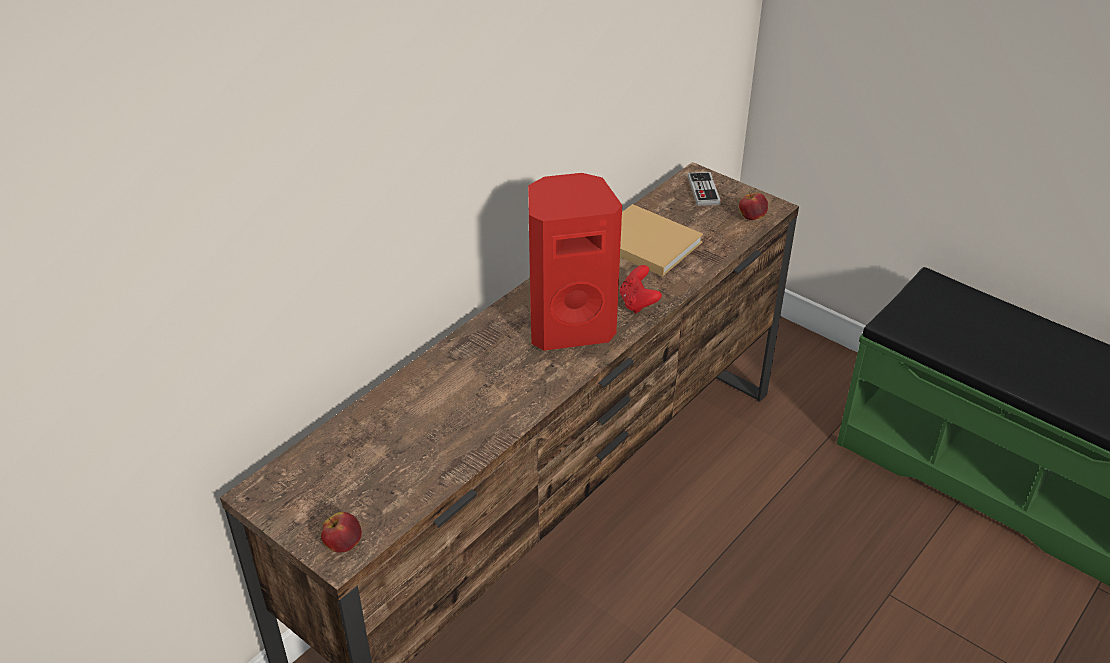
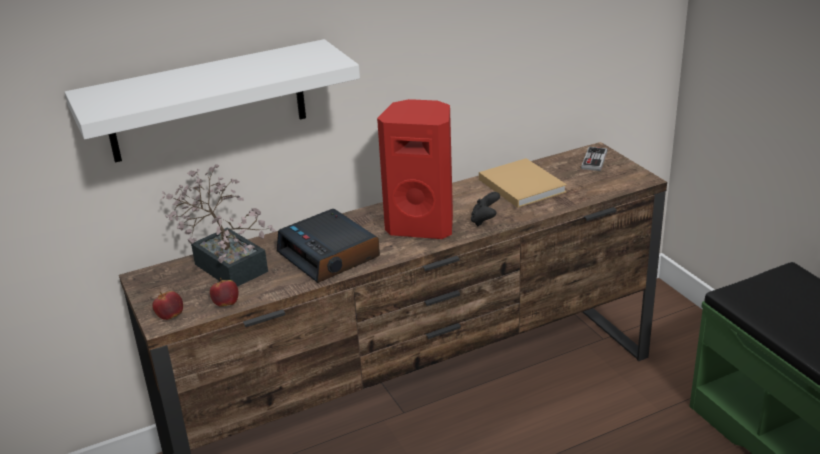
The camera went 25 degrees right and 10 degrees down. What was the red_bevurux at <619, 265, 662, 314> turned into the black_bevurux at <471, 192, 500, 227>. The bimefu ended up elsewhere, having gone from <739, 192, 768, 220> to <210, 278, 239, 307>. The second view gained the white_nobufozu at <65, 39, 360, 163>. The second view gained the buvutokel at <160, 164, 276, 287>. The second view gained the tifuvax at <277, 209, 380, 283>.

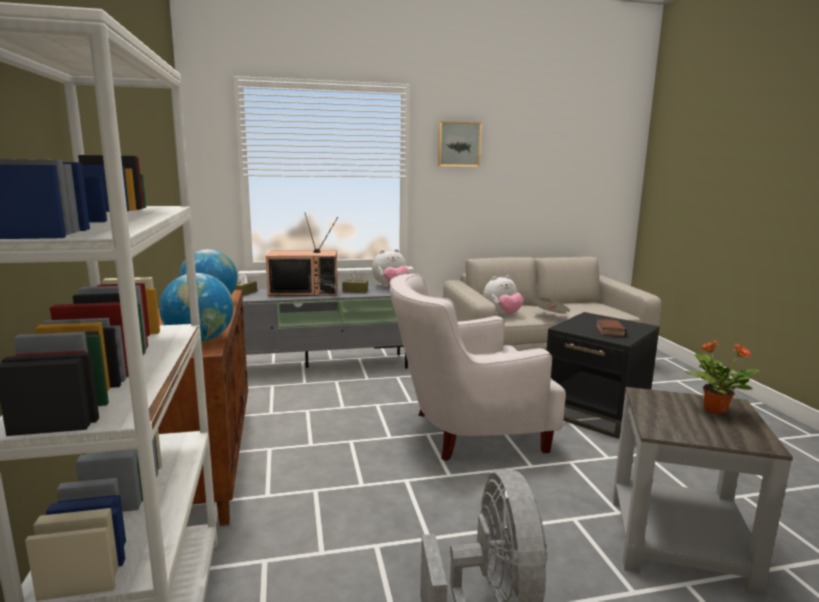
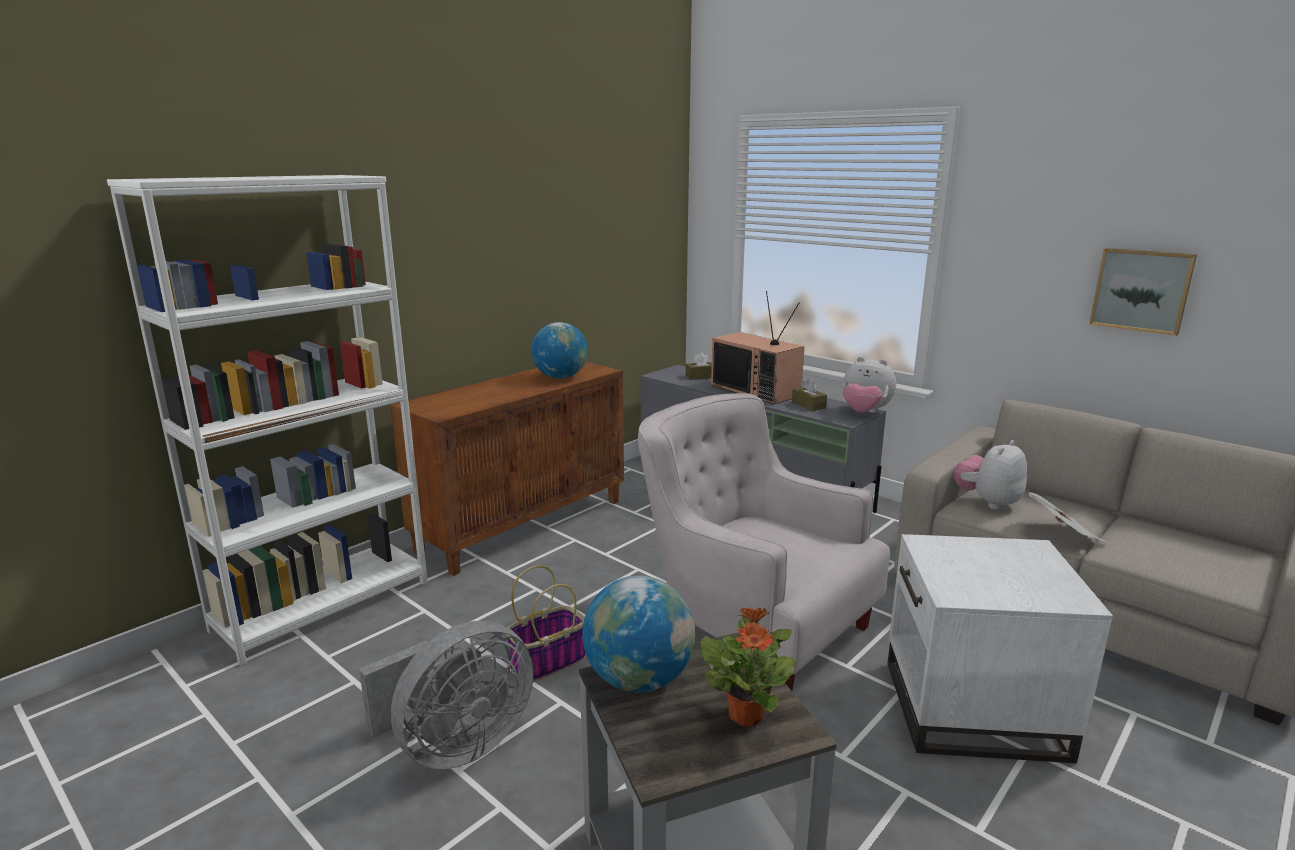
The camera went 55 degrees right and 5 degrees up. The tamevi ended up elsewhere, having gone from <159, 273, 234, 342> to <582, 576, 695, 692>. The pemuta ended up elsewhere, having gone from <438, 121, 482, 167> to <1089, 248, 1197, 336>. The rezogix at <483, 275, 524, 315> ended up facing another way, 105 degrees clockwise from before. What was the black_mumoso at <547, 312, 660, 438> turned into the white_mumoso at <888, 534, 1113, 763>. The second view lost the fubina at <595, 319, 627, 337>. The second view gained the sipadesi at <506, 565, 586, 682>.

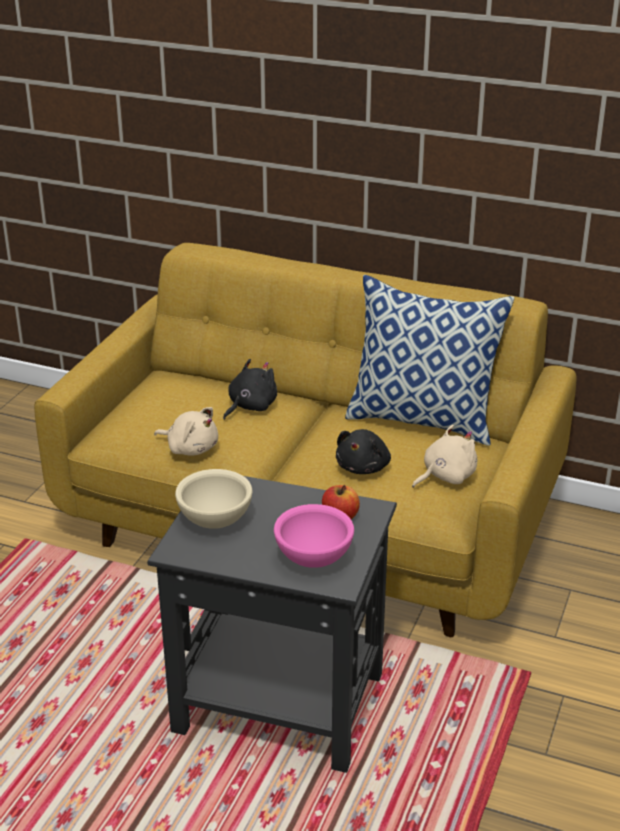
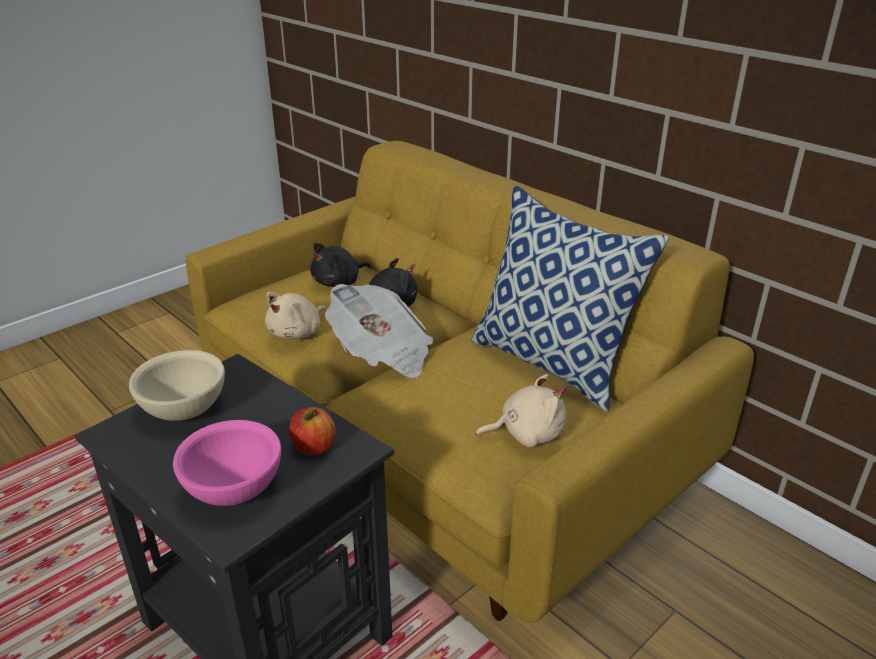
The camera went 25 degrees right and 0 degrees up. The beige_rezogix at <154, 407, 218, 456> ended up facing another way, 75 degrees clockwise from before. The black_rezogix ended up elsewhere, having gone from <336, 429, 391, 474> to <310, 243, 371, 287>. The second view gained the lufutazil at <325, 284, 434, 378>.

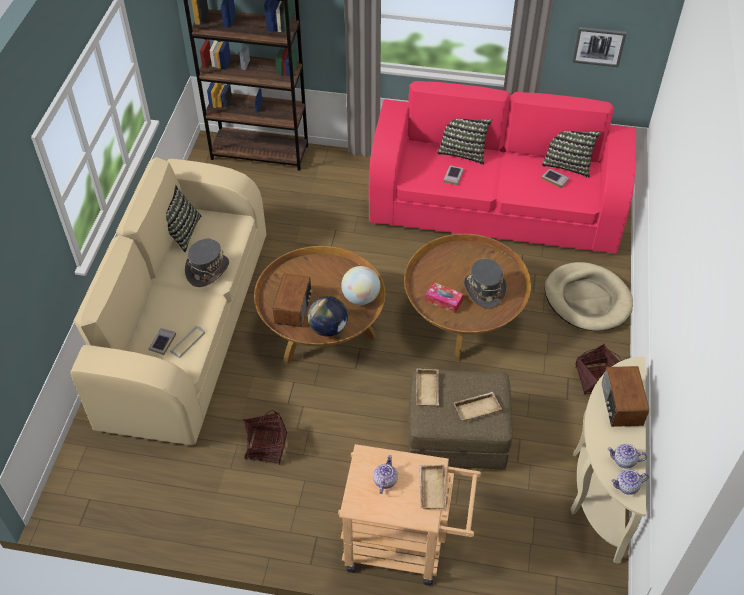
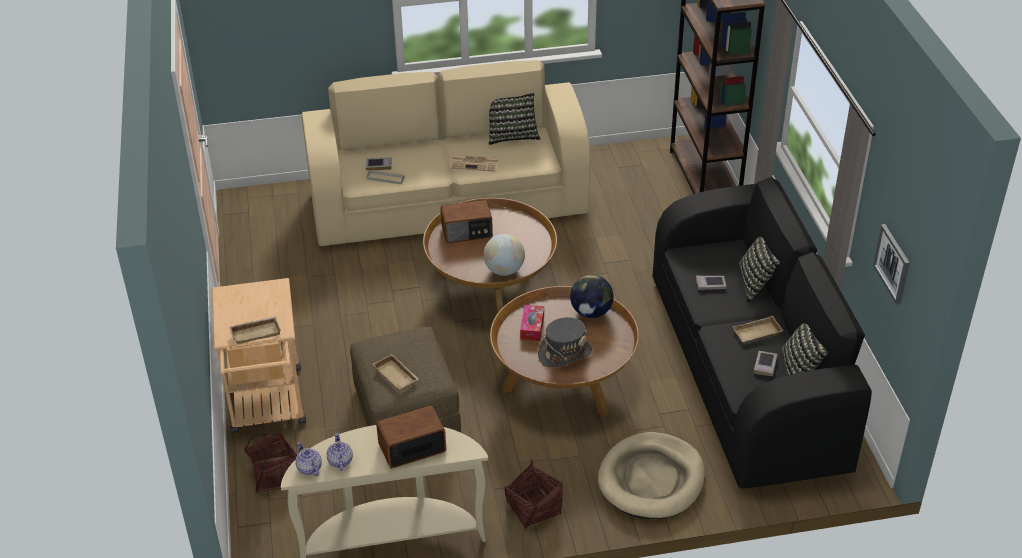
The camera went 70 degrees right and 10 degrees down. Where the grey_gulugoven stood at <185, 239, 229, 287>, the lufutazil came to stand at <450, 155, 500, 172>. The sipadesi ended up elsewhere, having gone from <243, 410, 287, 465> to <244, 431, 297, 493>. The tamevi ended up elsewhere, having gone from <308, 296, 348, 337> to <570, 275, 614, 318>. What was the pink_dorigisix at <369, 81, 636, 253> turned into the black_dorigisix at <652, 177, 872, 488>. The second view lost the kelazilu at <373, 455, 398, 494>. The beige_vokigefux ended up elsewhere, having gone from <416, 368, 439, 406> to <732, 316, 783, 342>.

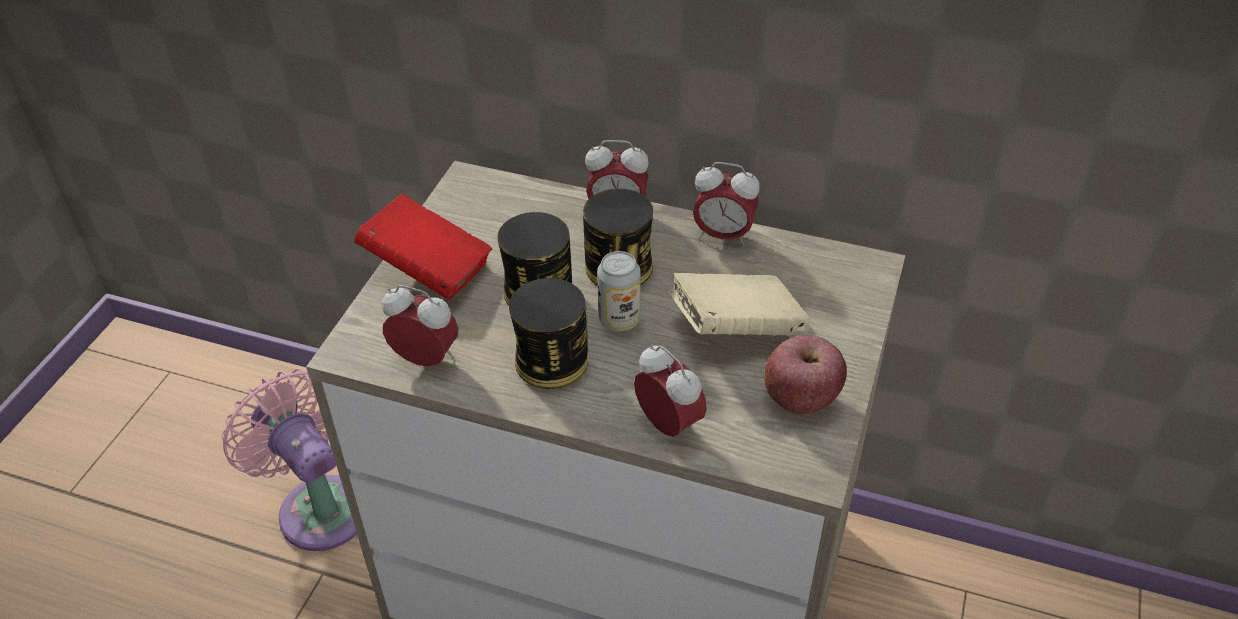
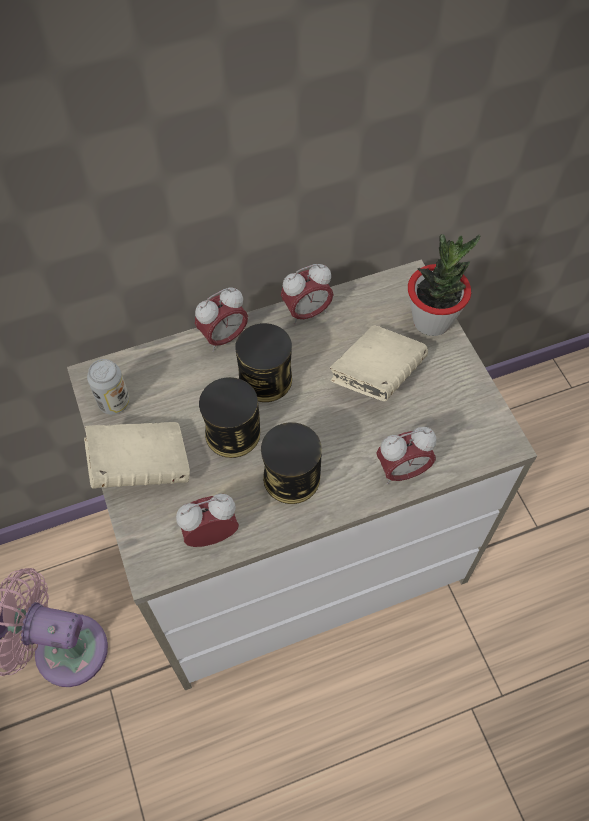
The camera went 40 degrees left and 15 degrees up. What was the red_fubina at <354, 194, 492, 300> turned into the beige_fubina at <84, 422, 190, 488>. The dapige ended up elsewhere, having gone from <597, 251, 641, 331> to <87, 359, 130, 415>. The tifuvax at <634, 344, 707, 437> ended up facing another way, 150 degrees clockwise from before. The second view lost the bimefu at <764, 335, 847, 414>. The second view gained the buvutokel at <408, 234, 481, 336>.

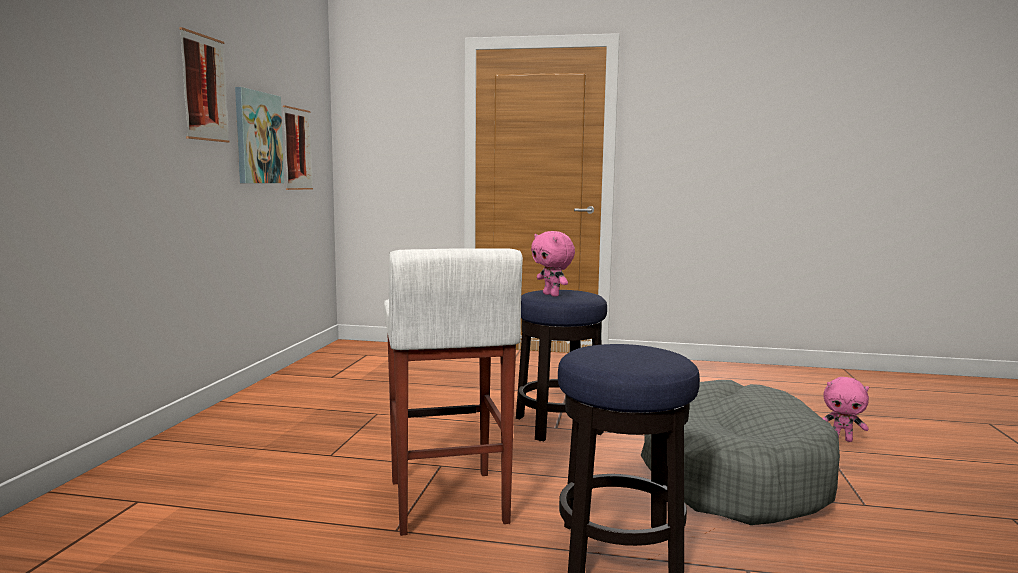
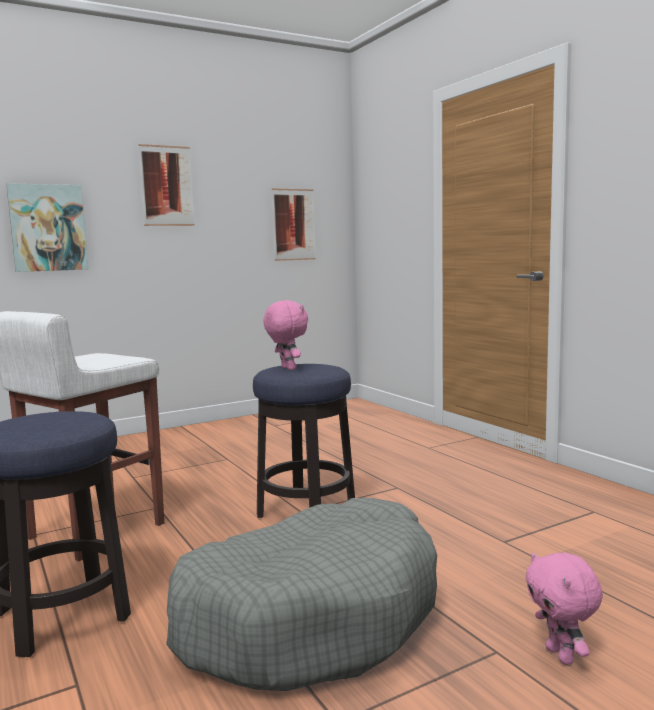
The camera went 50 degrees right and 0 degrees up. The pemuta ended up elsewhere, having gone from <235, 87, 284, 183> to <6, 183, 89, 272>. The pink_rezogix at <531, 231, 575, 297> ended up facing another way, 135 degrees clockwise from before.

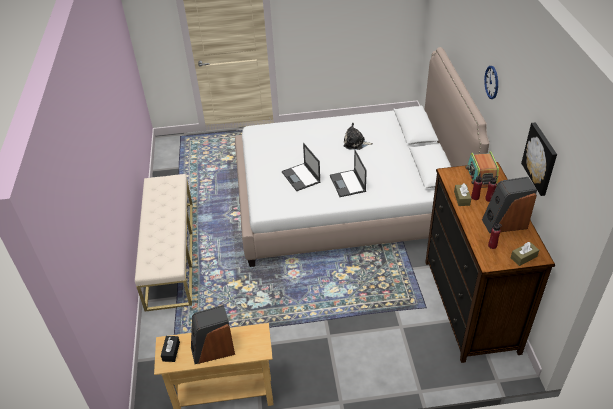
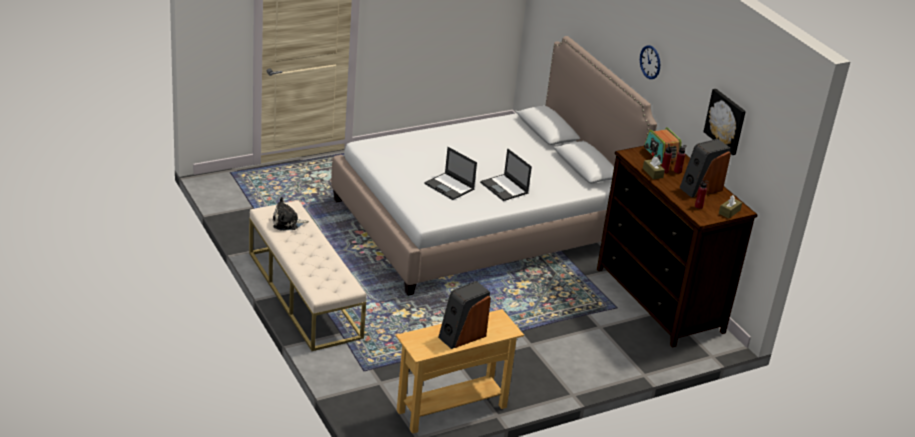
The camera went 25 degrees left and 10 degrees down. The second view lost the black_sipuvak at <161, 336, 180, 362>. The rezogix ended up elsewhere, having gone from <344, 123, 373, 150> to <273, 197, 309, 231>.

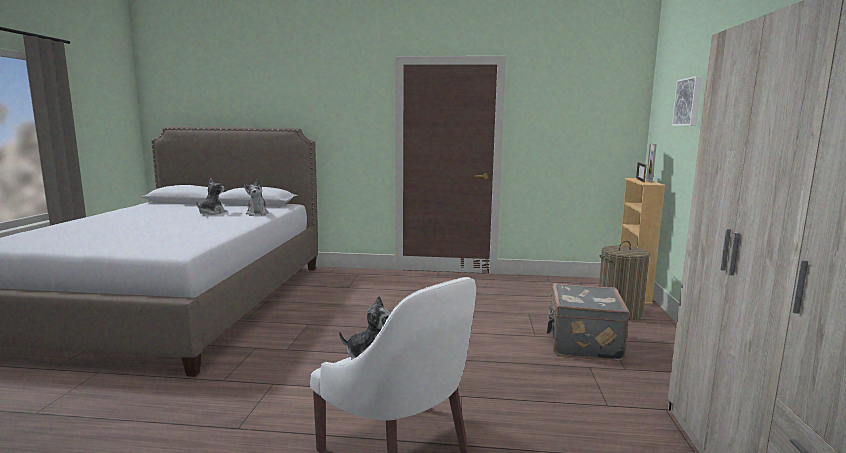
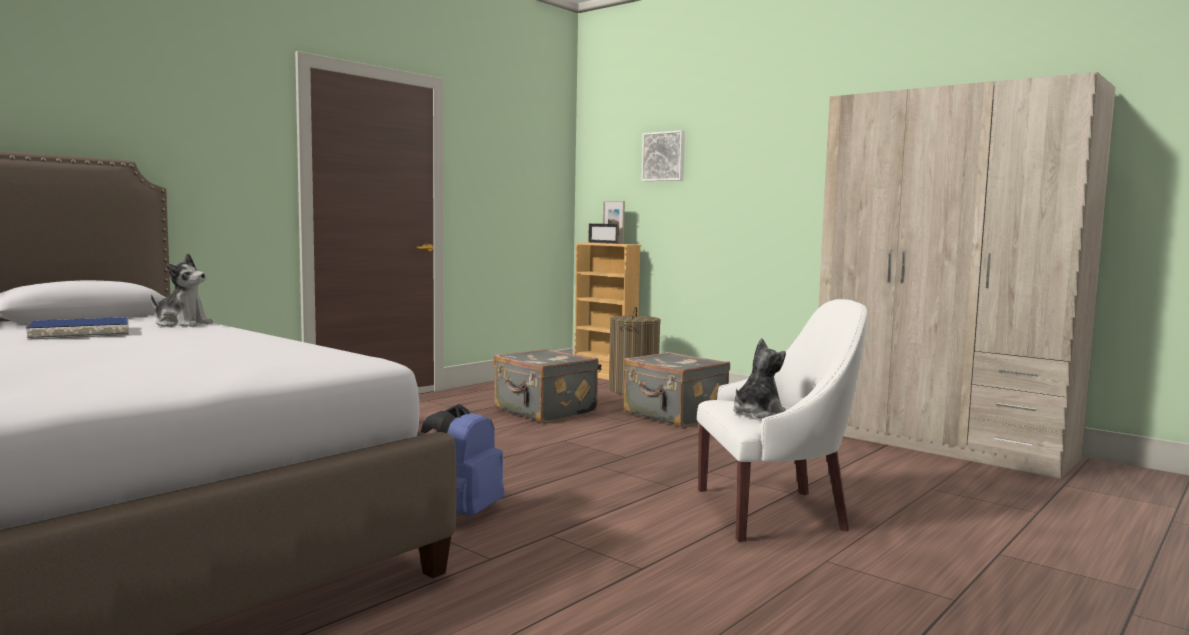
The camera went 55 degrees left and 5 degrees down. Where the rezogix stood at <196, 178, 227, 215>, the blue_fubina came to stand at <26, 317, 129, 340>. The second view gained the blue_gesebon at <421, 404, 505, 516>. The second view gained the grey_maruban at <493, 349, 598, 423>.

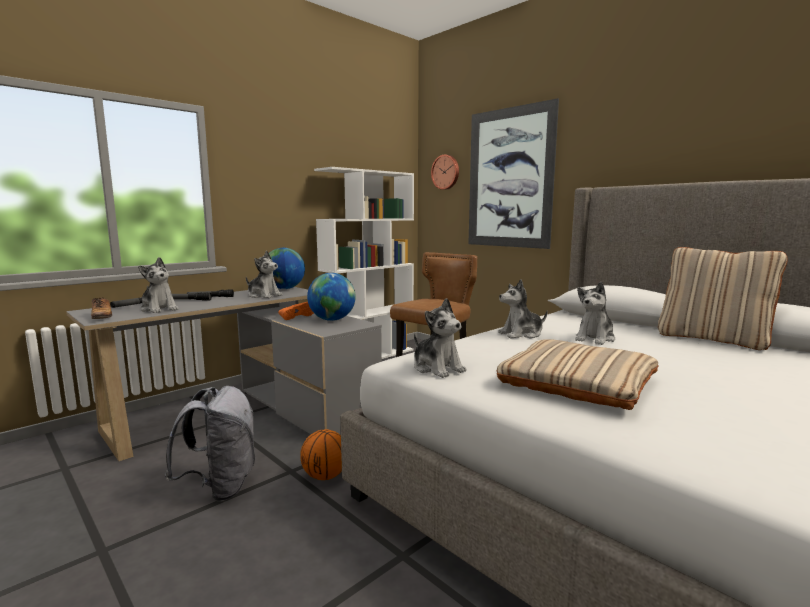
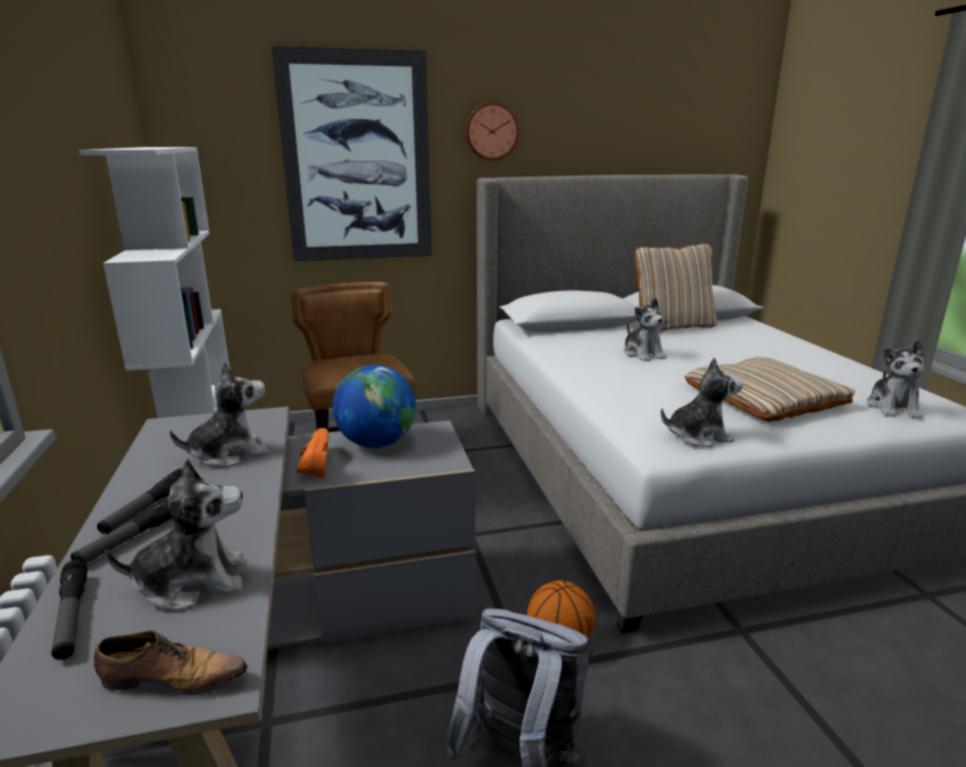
The camera went 60 degrees left and 10 degrees up. The second view lost the tamevi at <269, 248, 305, 289>. The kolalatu ended up elsewhere, having gone from <431, 155, 459, 190> to <465, 102, 519, 160>. The rezogix ended up elsewhere, having gone from <498, 279, 548, 339> to <867, 340, 924, 419>.

